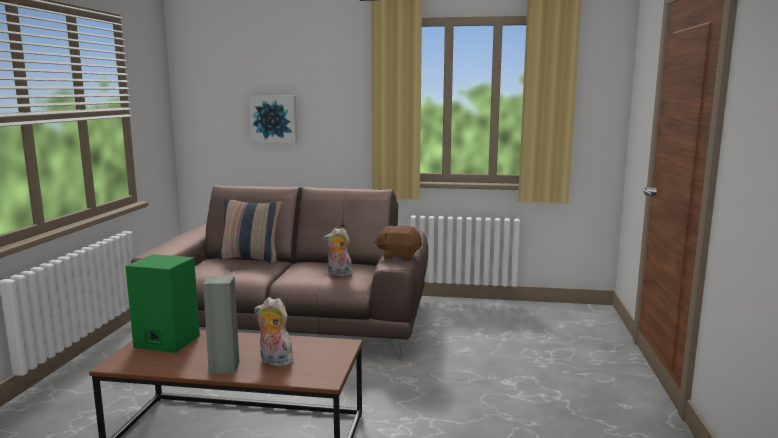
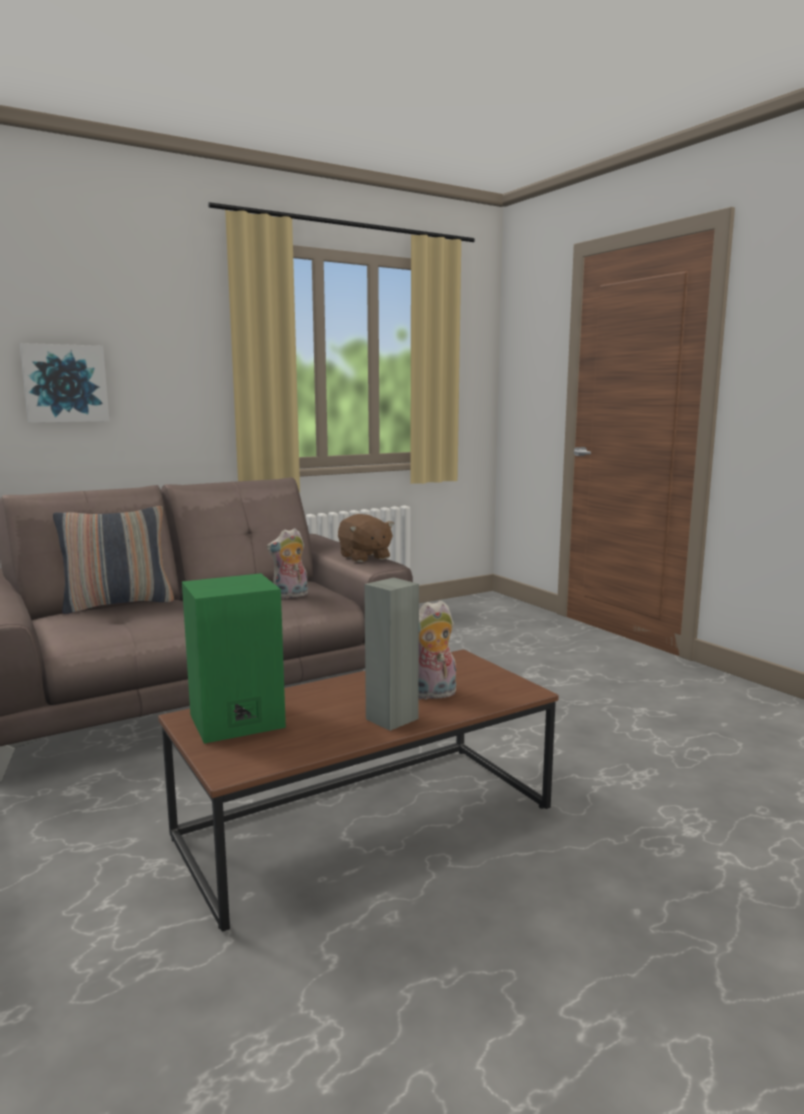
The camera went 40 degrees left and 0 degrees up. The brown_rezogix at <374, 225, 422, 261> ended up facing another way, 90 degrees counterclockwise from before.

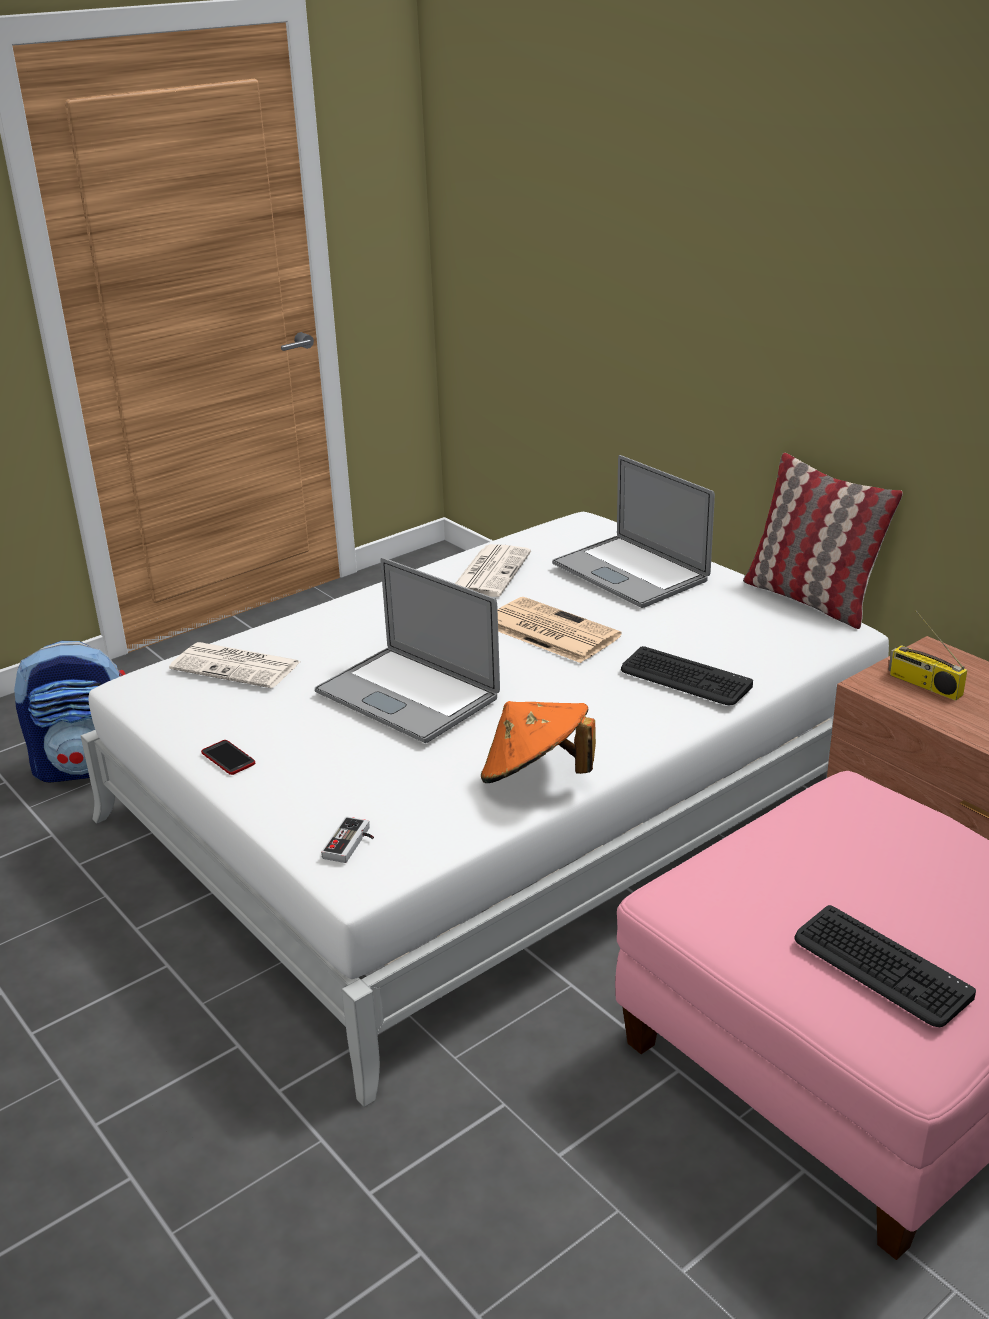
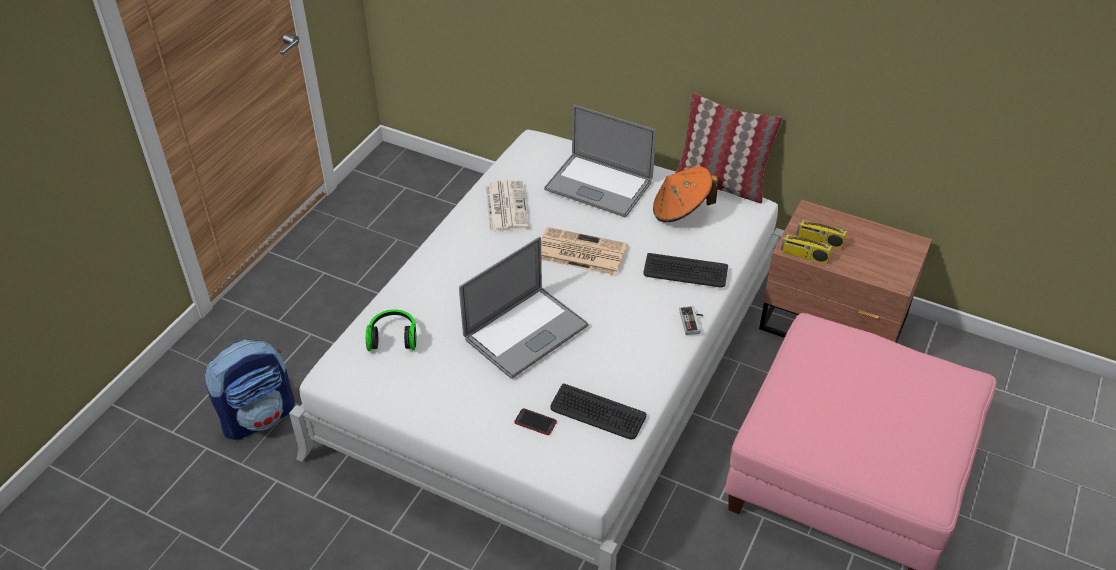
The camera went 25 degrees left and 15 degrees up. Where the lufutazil stood at <169, 642, 300, 688>, the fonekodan came to stand at <366, 309, 417, 351>. The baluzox ended up elsewhere, having gone from <201, 740, 256, 775> to <514, 408, 557, 435>. The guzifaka at <315, 557, 500, 743> ended up facing another way, 60 degrees counterclockwise from before. The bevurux ended up elsewhere, having gone from <321, 816, 374, 863> to <679, 306, 703, 335>. The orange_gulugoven ended up elsewhere, having gone from <481, 701, 596, 783> to <653, 167, 718, 222>. The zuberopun ended up elsewhere, having gone from <794, 905, 976, 1027> to <550, 384, 646, 439>. The second view gained the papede at <781, 215, 832, 264>.

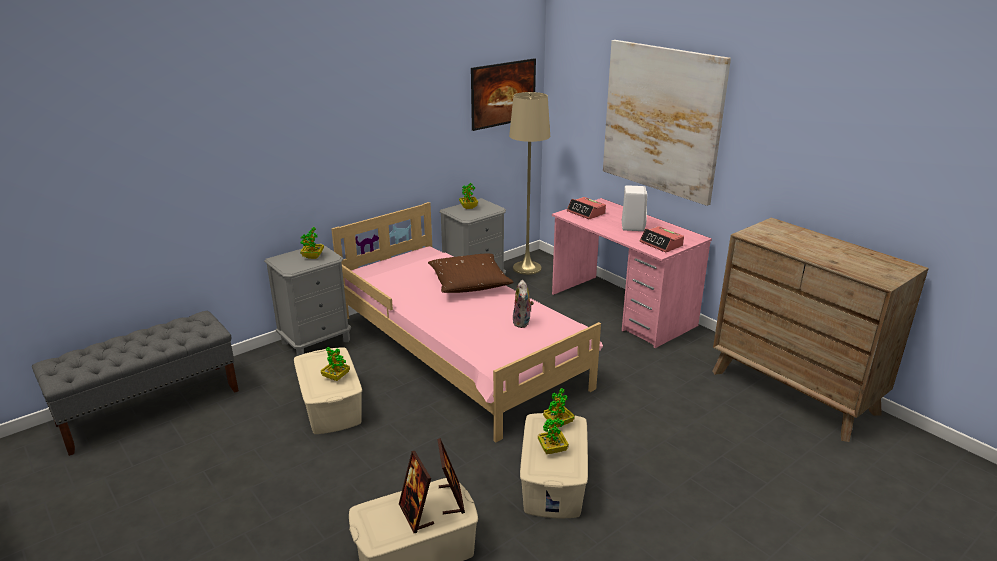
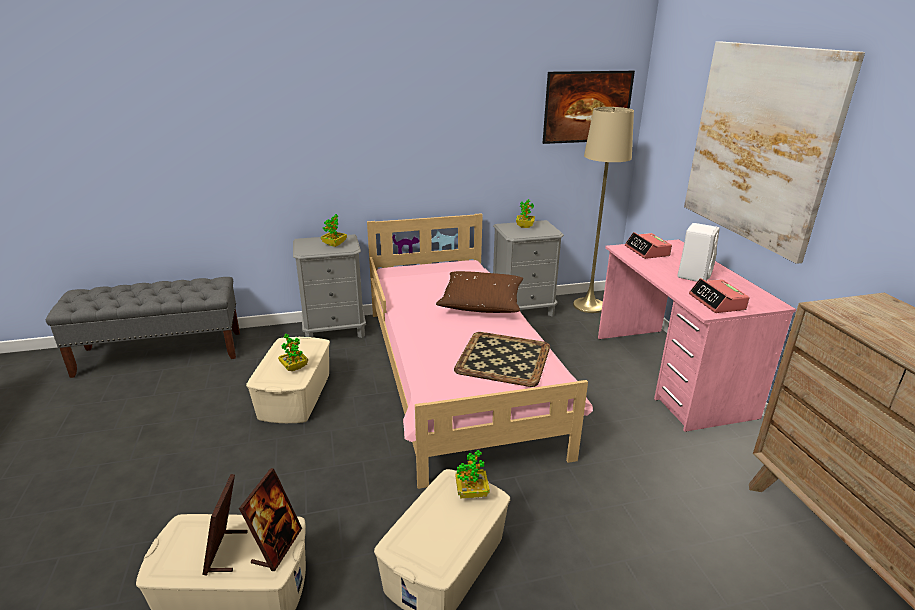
The camera went 25 degrees right and 0 degrees up. Where the rezogix stood at <512, 280, 534, 328>, the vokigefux came to stand at <454, 332, 550, 387>. The second view lost the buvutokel at <538, 418, 569, 454>.

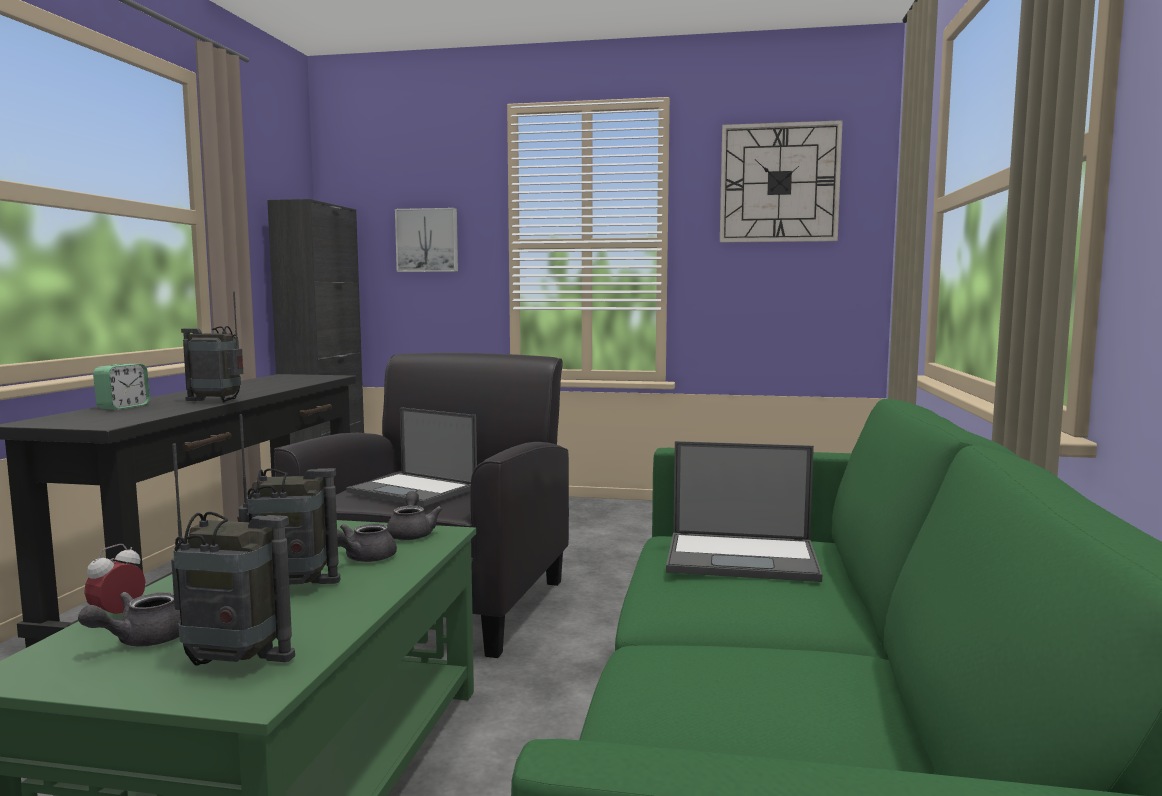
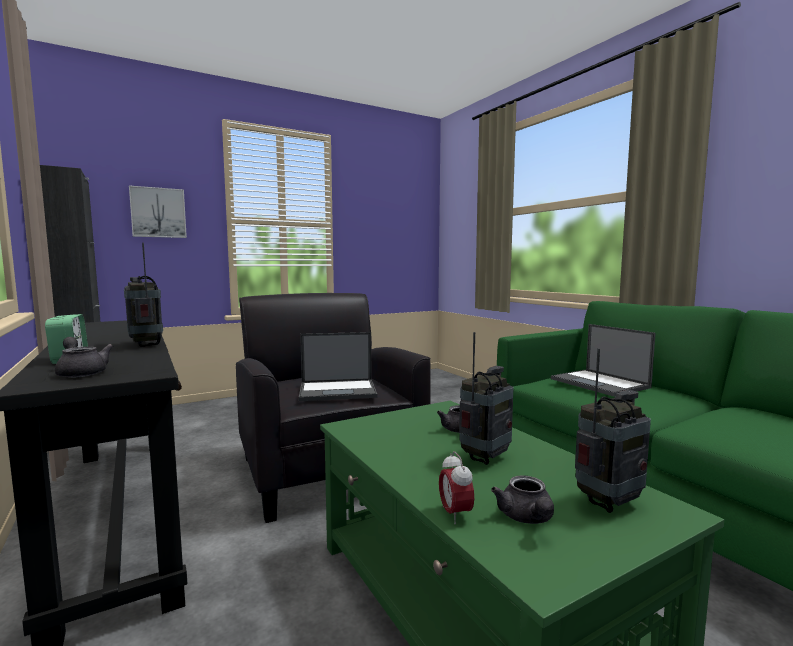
The camera went 40 degrees left and 0 degrees up. The papede at <181, 291, 243, 402> ended up facing another way, 90 degrees clockwise from before. The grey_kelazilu ended up elsewhere, having gone from <387, 491, 442, 541> to <55, 337, 113, 378>. The guzifaka at <666, 441, 822, 582> ended up facing another way, 90 degrees clockwise from before. The second view lost the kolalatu at <720, 120, 843, 243>.

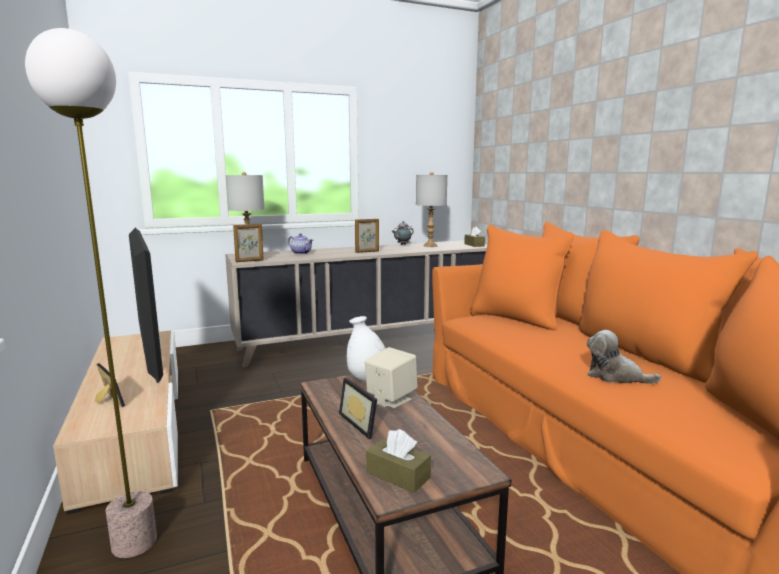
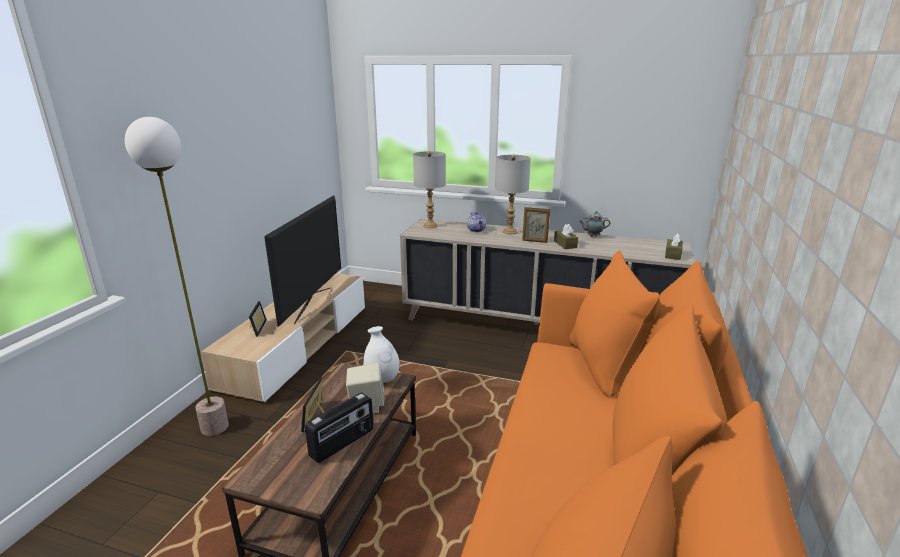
The camera went 40 degrees right and 10 degrees up. The second view lost the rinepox at <233, 224, 264, 262>. The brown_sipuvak ended up elsewhere, having gone from <366, 429, 431, 493> to <554, 224, 578, 249>. The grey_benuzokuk ended up elsewhere, having gone from <416, 172, 447, 247> to <495, 154, 531, 234>. The second view lost the rezogix at <587, 330, 662, 384>. The second view gained the papede at <305, 392, 374, 463>.

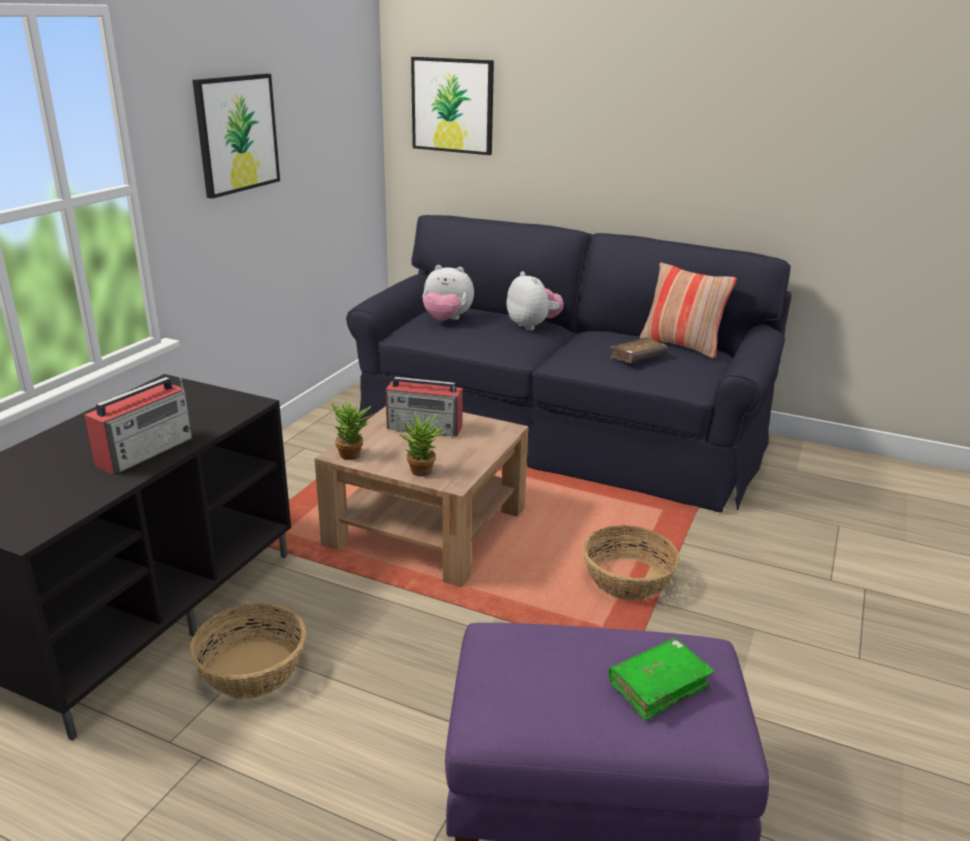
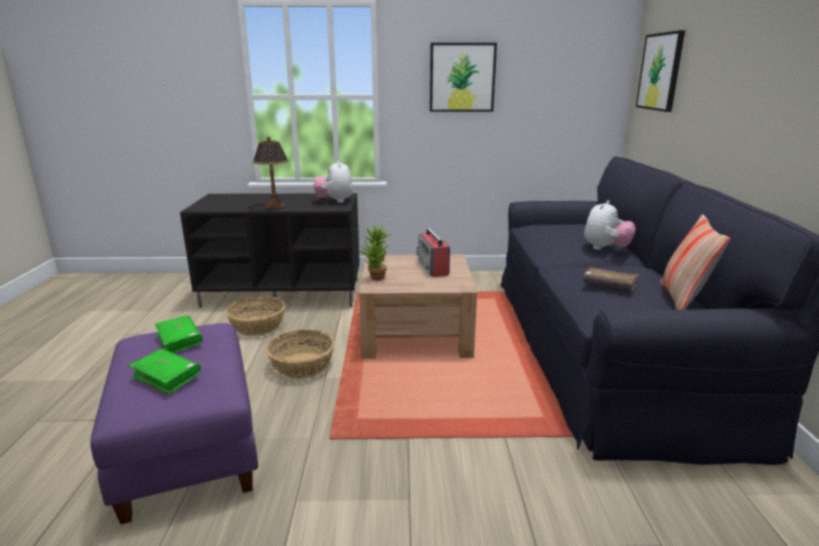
The camera went 65 degrees right and 5 degrees down. Where the papede stood at <84, 376, 192, 474>, the benuzokuk came to stand at <252, 136, 289, 209>. The rezogix ended up elsewhere, having gone from <422, 265, 474, 321> to <314, 160, 353, 203>. The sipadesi ended up elsewhere, having gone from <583, 525, 680, 600> to <266, 329, 334, 379>. The second view gained the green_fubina at <154, 315, 203, 354>.

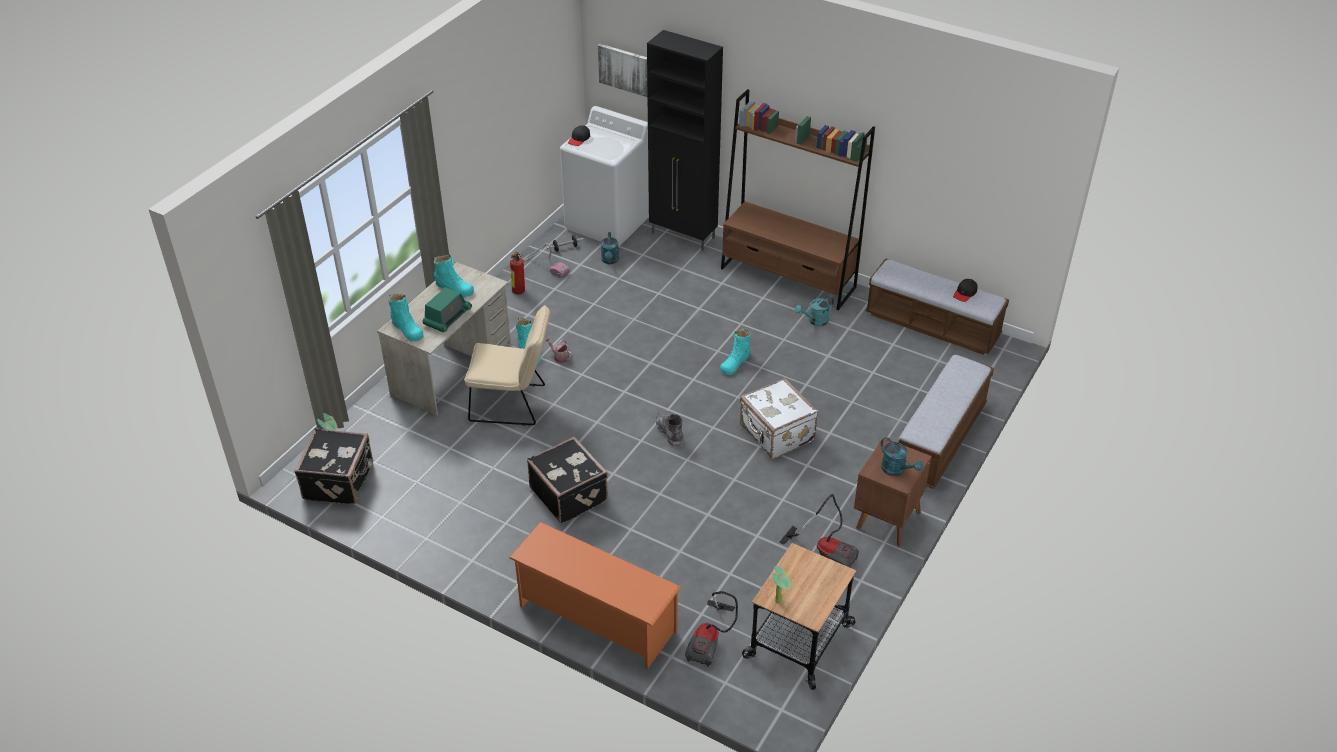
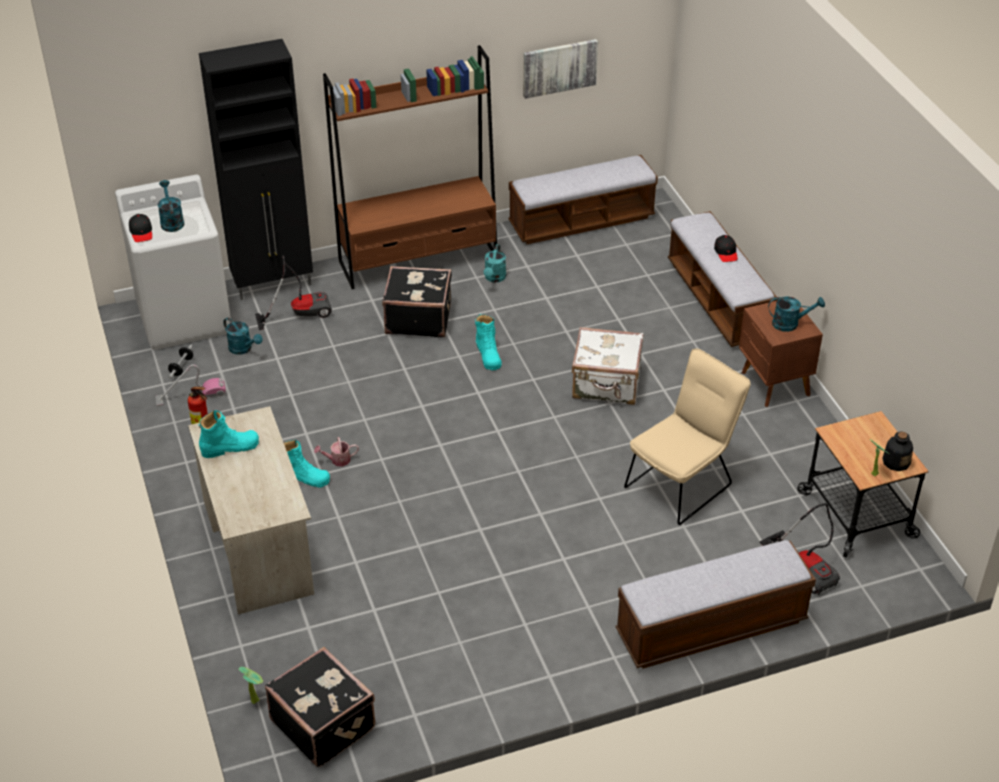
The camera went 50 degrees left and 0 degrees up. The second view lost the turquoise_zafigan at <388, 294, 424, 341>. The second view lost the papede at <423, 287, 472, 332>. The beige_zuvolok ended up elsewhere, having gone from <464, 305, 550, 425> to <624, 348, 751, 525>. Where the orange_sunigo stood at <509, 522, 681, 669>, the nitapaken came to stand at <616, 540, 816, 669>. The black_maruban ended up elsewhere, having gone from <527, 437, 608, 524> to <382, 266, 452, 337>. The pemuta ended up elsewhere, having gone from <598, 44, 647, 97> to <523, 39, 598, 99>. The second view lost the grey_zafigan at <656, 410, 684, 447>. The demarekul ended up elsewhere, having gone from <779, 494, 859, 567> to <255, 255, 332, 330>. The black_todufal ended up elsewhere, having gone from <953, 279, 978, 302> to <714, 235, 738, 262>. The second view gained the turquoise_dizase at <158, 180, 184, 232>. The second view gained the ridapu at <882, 431, 913, 471>.

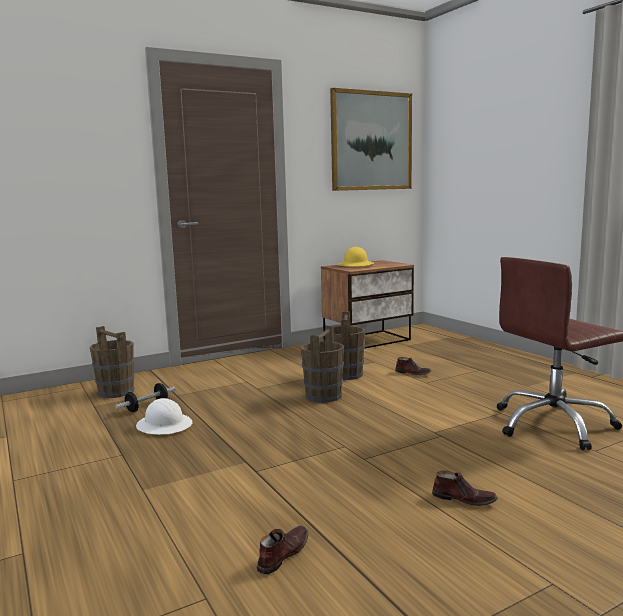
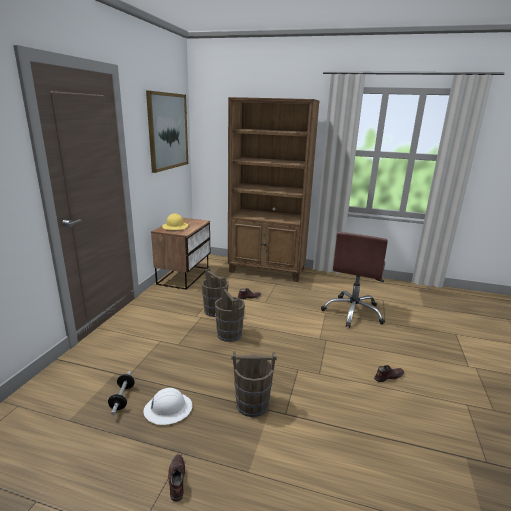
The camera went 45 degrees left and 10 degrees up. The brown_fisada ended up elsewhere, having gone from <90, 326, 135, 398> to <231, 351, 277, 417>. The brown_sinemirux ended up elsewhere, having gone from <257, 526, 309, 575> to <168, 454, 185, 502>. The second view gained the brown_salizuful at <228, 97, 320, 282>.

